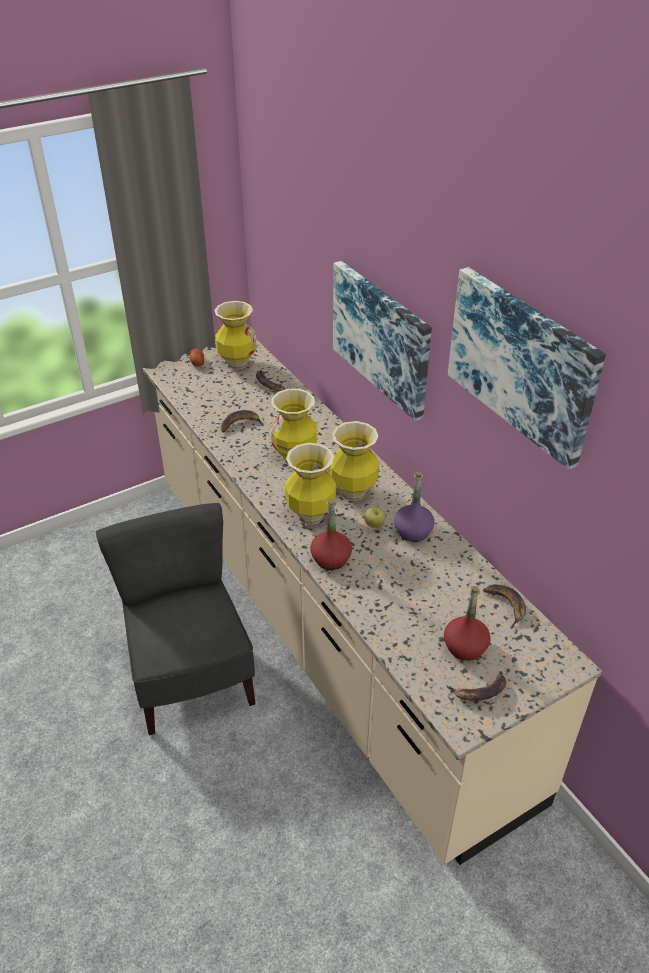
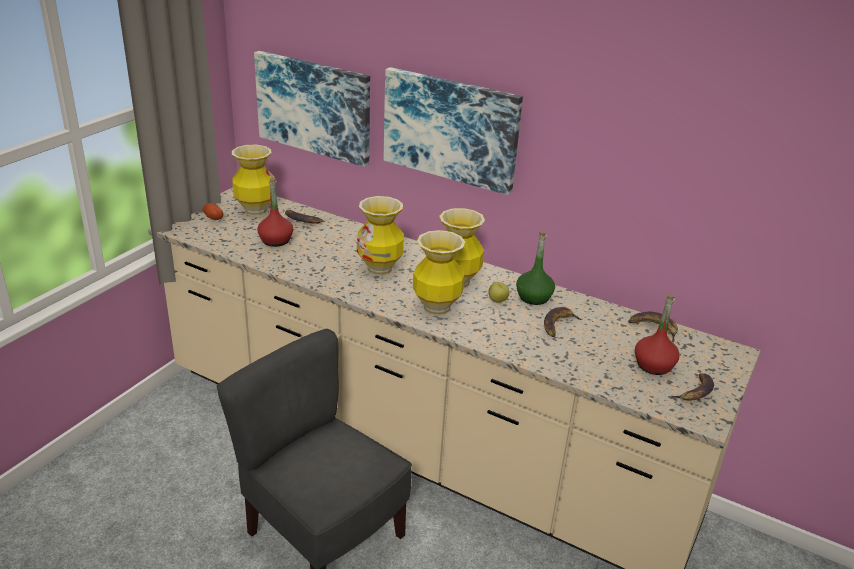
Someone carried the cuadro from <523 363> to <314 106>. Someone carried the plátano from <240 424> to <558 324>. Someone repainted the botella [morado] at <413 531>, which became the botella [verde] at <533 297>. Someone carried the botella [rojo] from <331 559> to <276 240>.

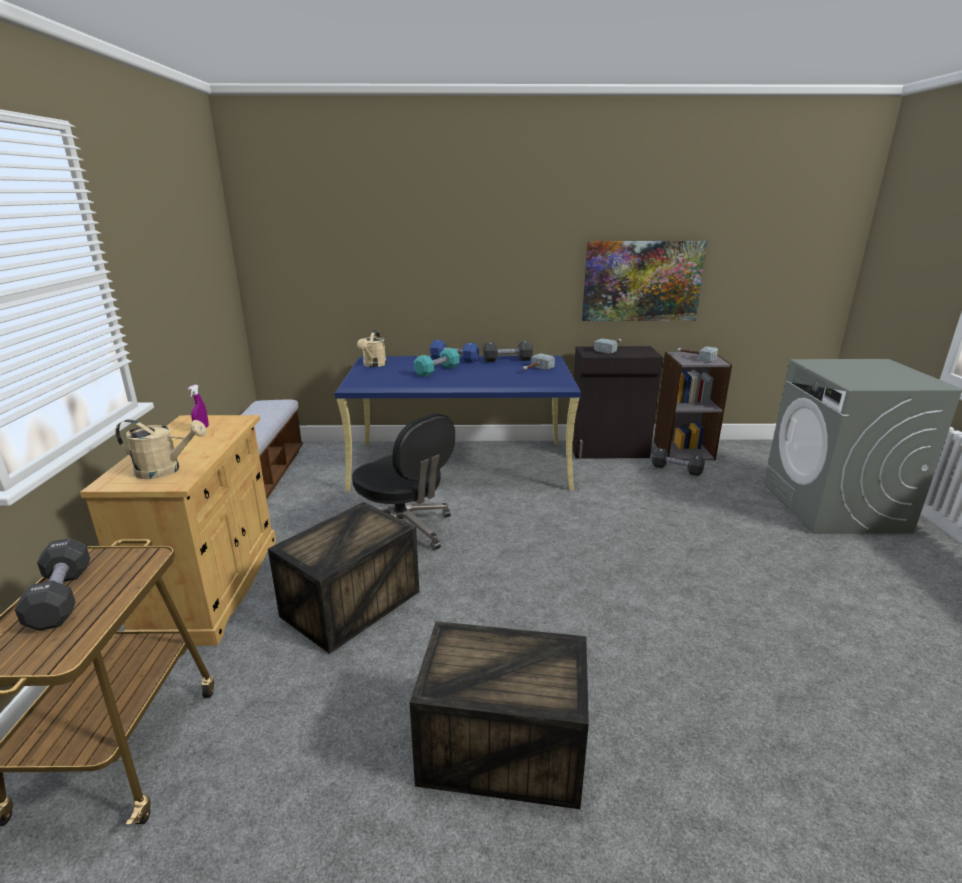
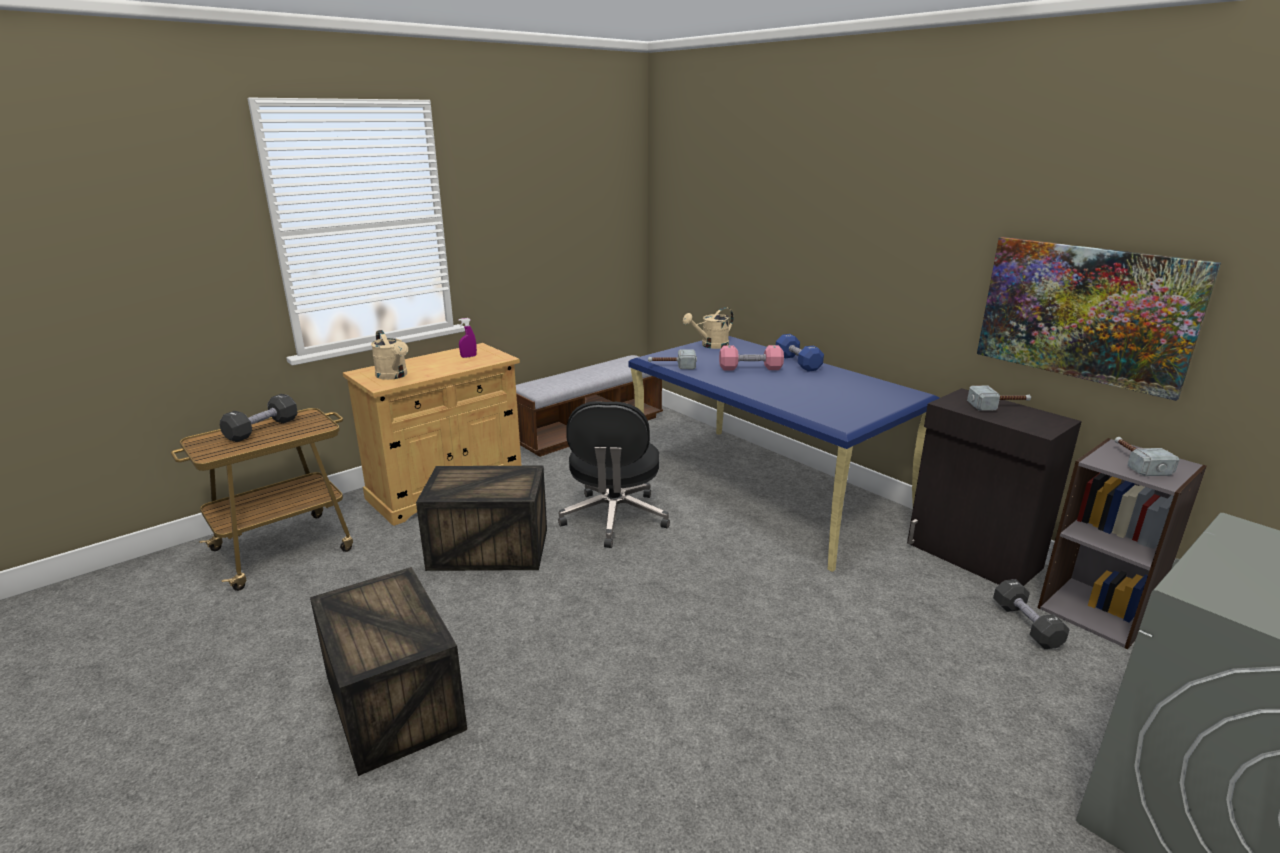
Someone took away the mancuerna [negro] at <507 360>. Someone repainted the mancuerna [turquesa] at <437 371>, which became the mancuerna [rosa] at <750 368>. Someone carried the martillo from <535 370> to <672 366>.

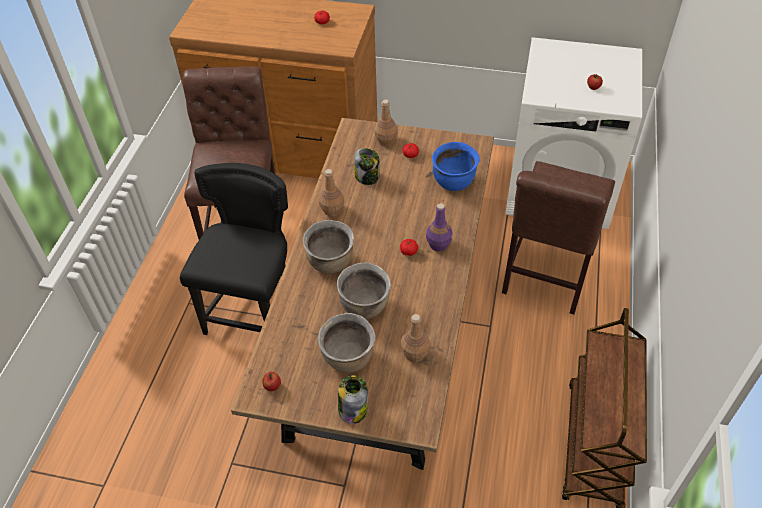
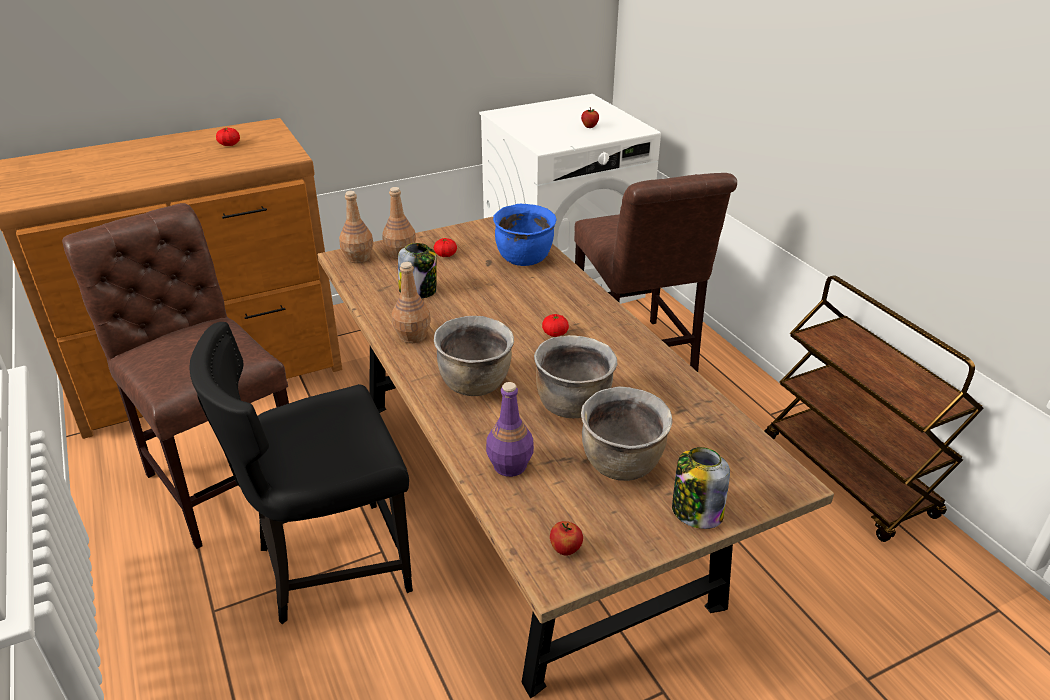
Someone rotated the silla [negro] at <255 311> by 90 degrees counterclockwise. Someone carried the botella [morado] from <438 244> to <509 465>. Someone carried the botella [marrón] from <415 353> to <358 257>.

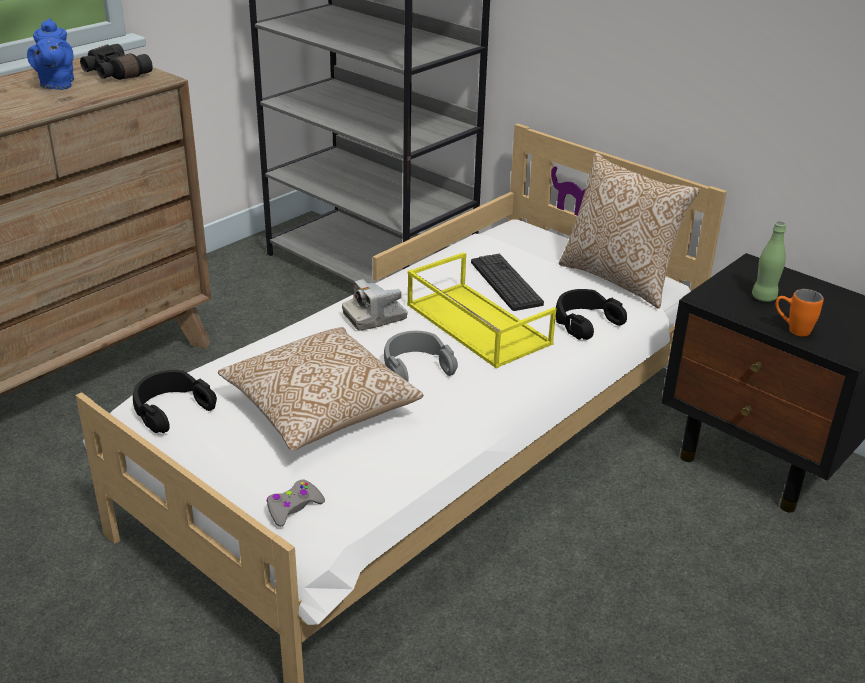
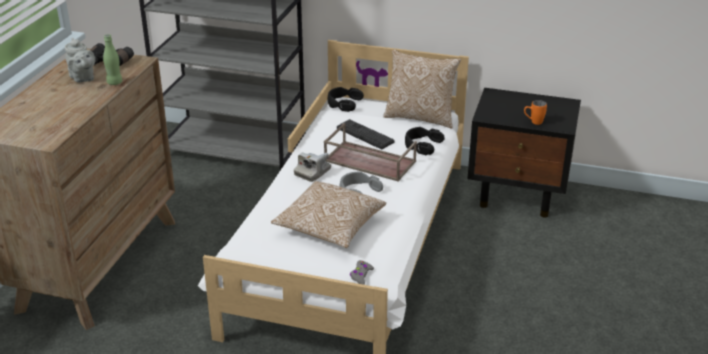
Someone repainted the tetera [azul] at <56 85>, which became the tetera [gris] at <82 78>. Someone carried the botella [verde] from <764 297> to <114 82>. Someone repainted the bandeja [amarillo] at <475 324>, which became the bandeja [marrón] at <368 161>. Someone carried the auriculares [negro] from <171 409> to <344 103>.

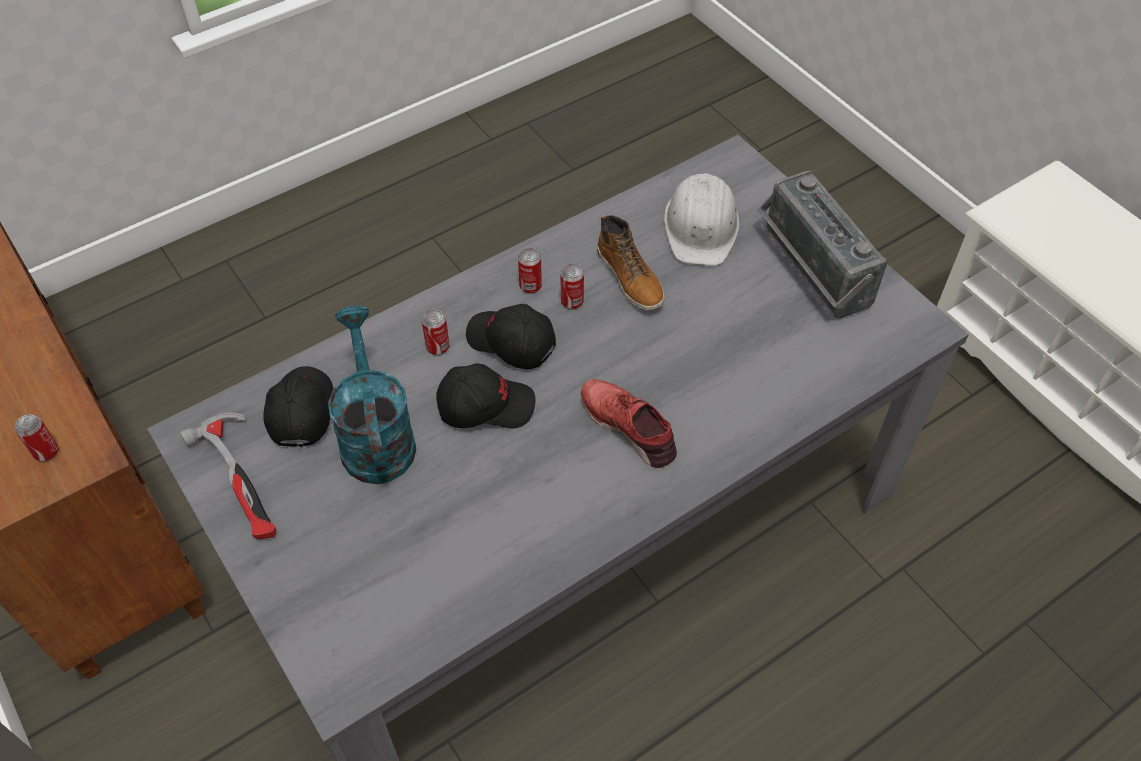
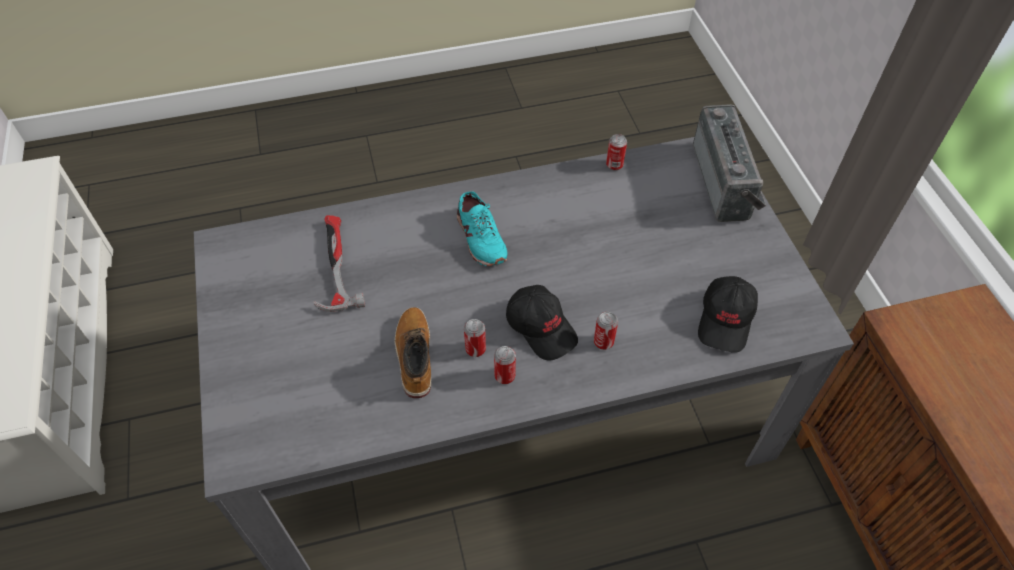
Someone carried the radio from <810 269> to <726 181>. Someone took away the casco [blanco] at <701 226>. Someone took away the regadera [turquesa] at <375 436>. Someone took away the gorra [negro] at <485 405>. Someone repainted the zapato [rojo] at <629 426>, which became the zapato [turquesa] at <480 238>. Someone carried the martillo from <242 479> to <335 265>. Someone carried the lata from <46 452> to <614 165>.

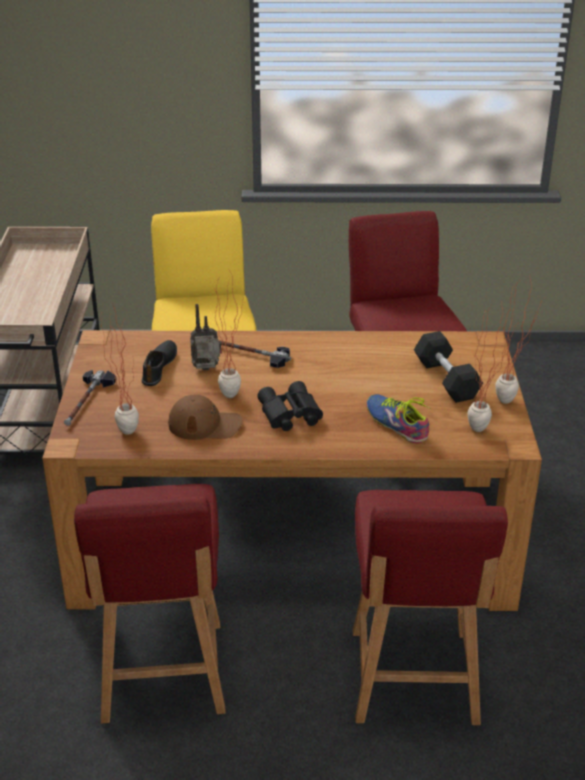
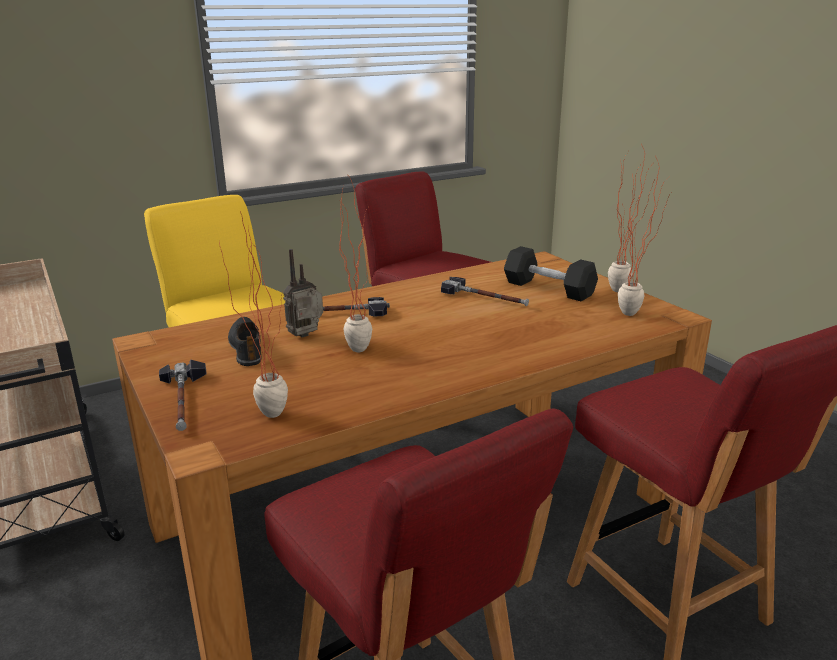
Someone took away the prismáticos [negro] at <289 415>. Someone took away the gorra [marrón] at <205 424>. Someone took away the zapato at <396 424>. Someone put down the martillo at <484 297>.

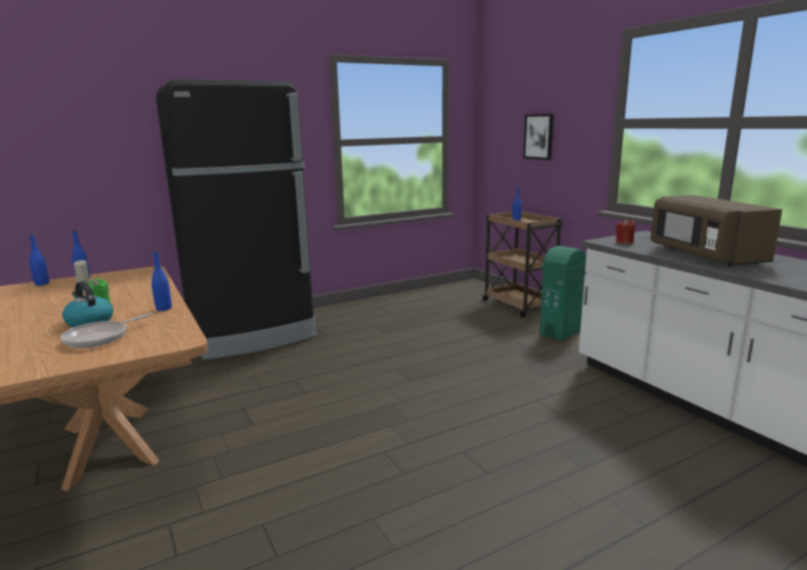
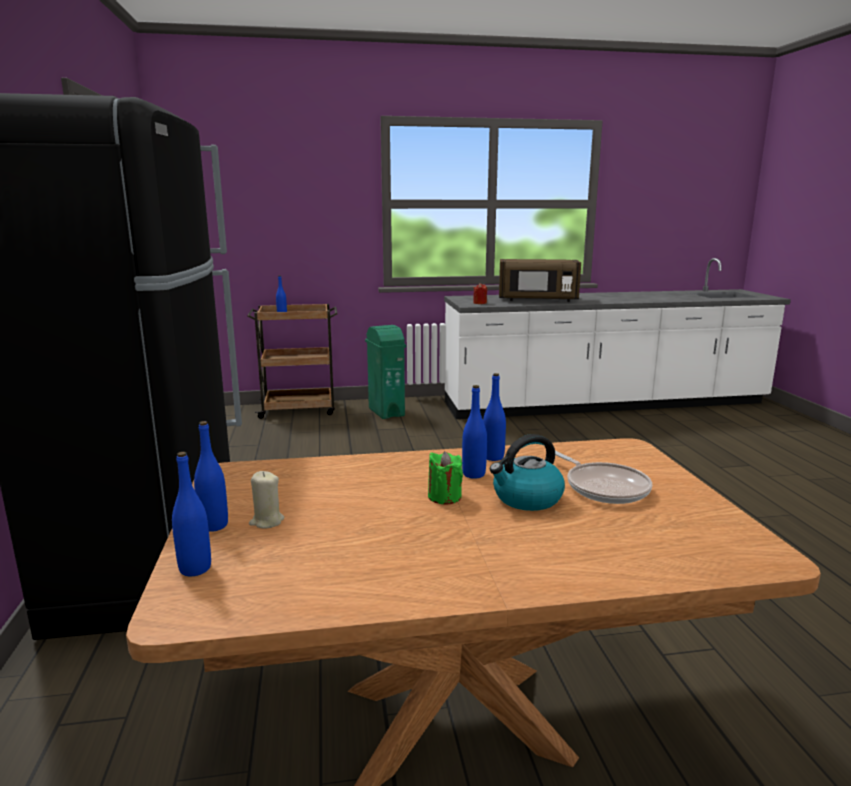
Someone took away the cuadro at <539 136>. Someone put down the botella [azul] at <473 474>.

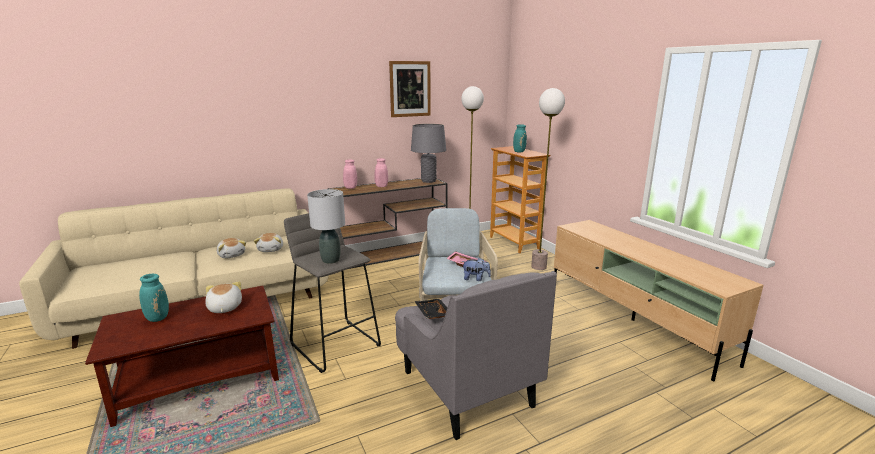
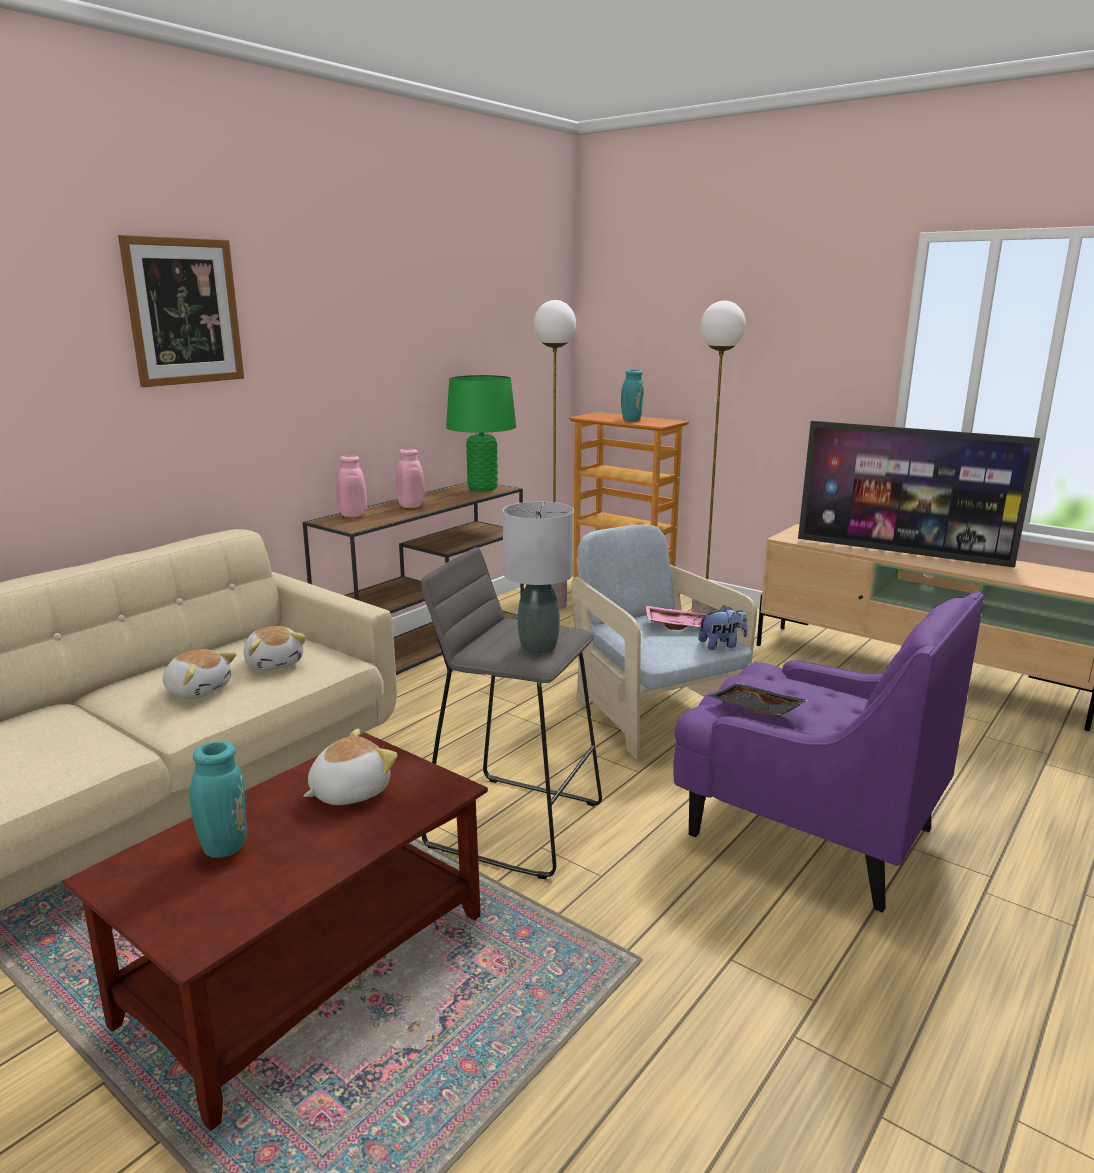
Someone carried the cuadro from <410 89> to <184 312>. Someone repainted the lámpara de mesa [gris] at <428 181>, which became the lámpara de mesa [verde] at <482 488>. Someone repainted the sillón [gris] at <465 387>, which became the sillón [morado] at <807 830>. Someone rotated the peluche at <224 308> by 90 degrees clockwise. Someone put down the televisor at <902 552>.

